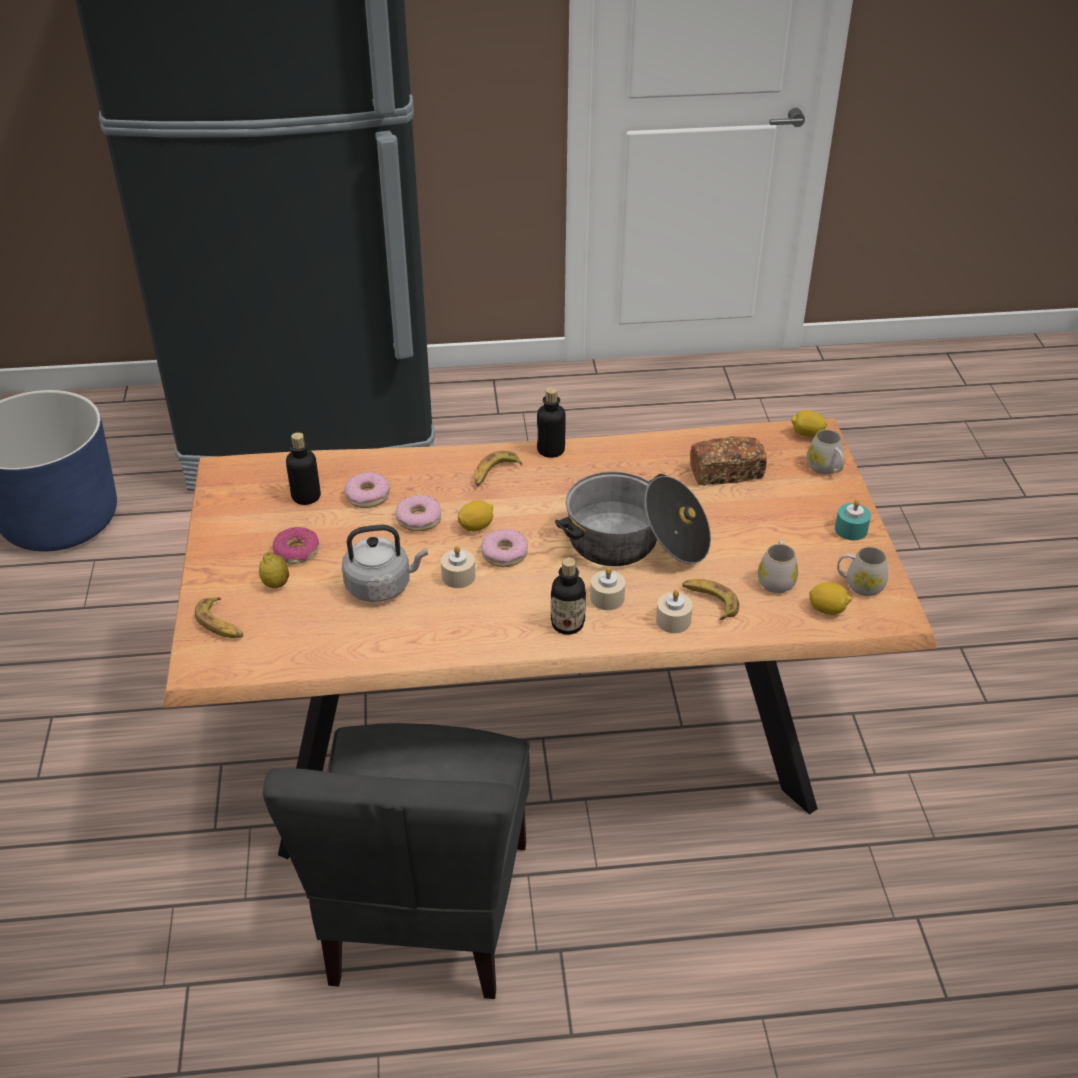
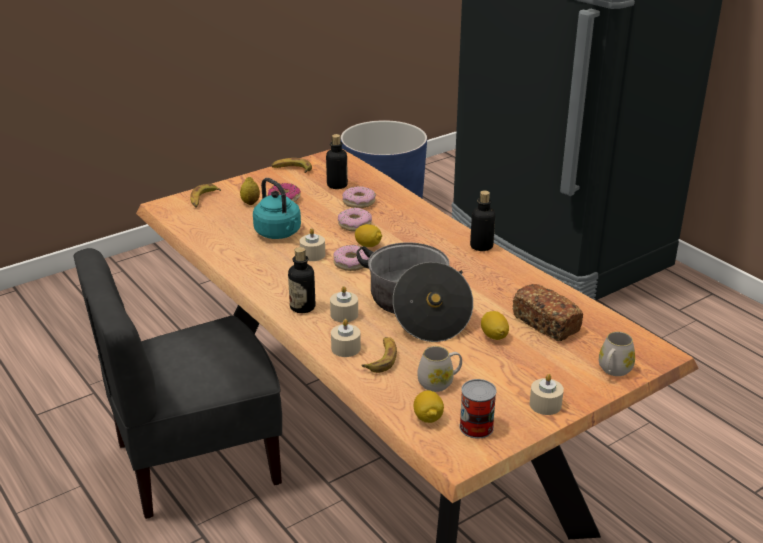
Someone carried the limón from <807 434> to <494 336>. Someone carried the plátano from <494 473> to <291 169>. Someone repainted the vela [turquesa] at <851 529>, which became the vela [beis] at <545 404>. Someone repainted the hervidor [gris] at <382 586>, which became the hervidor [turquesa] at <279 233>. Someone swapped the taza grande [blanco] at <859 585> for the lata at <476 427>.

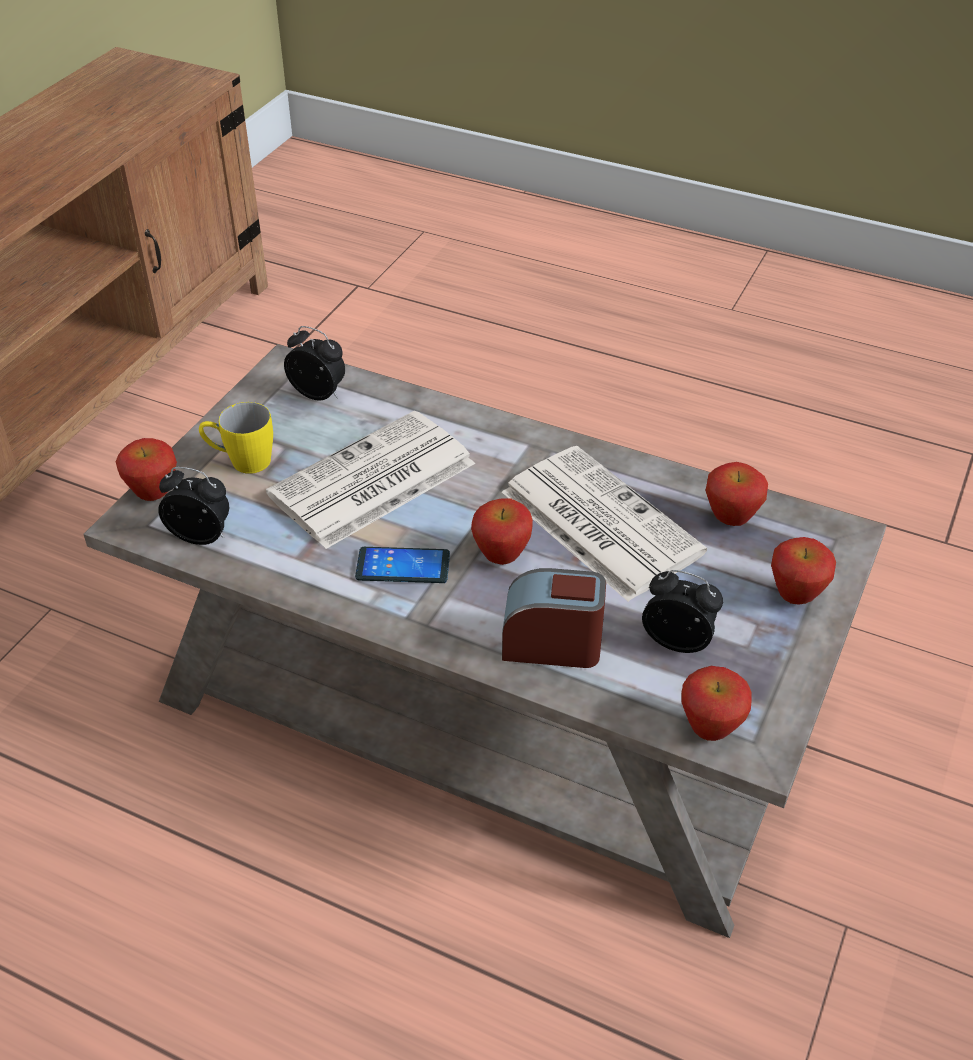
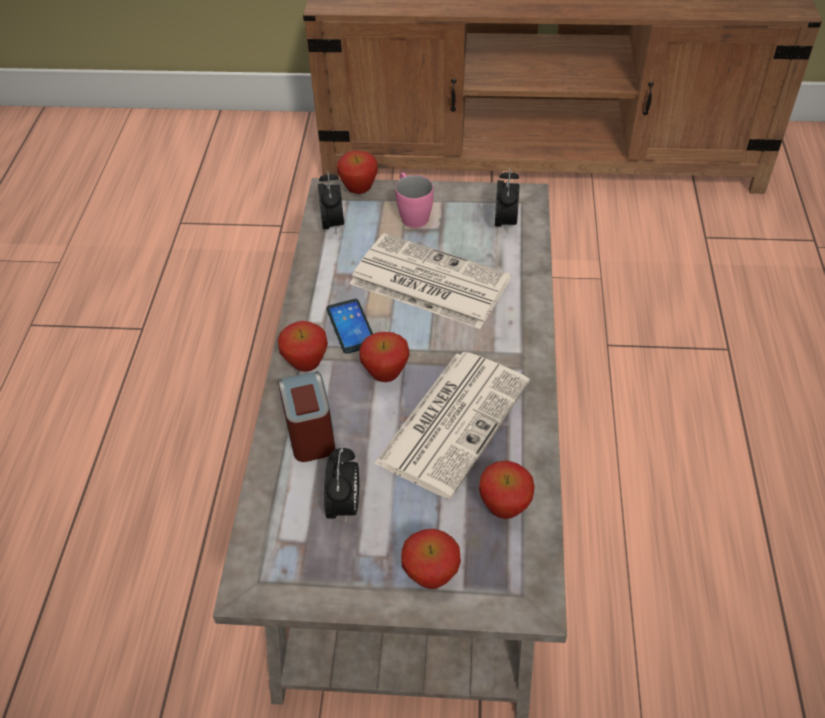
Someone repainted the taza grande [amarillo] at <241 461>, which became the taza grande [rosa] at <412 214>. Someone carried the manzana from <710 730> to <306 365>.

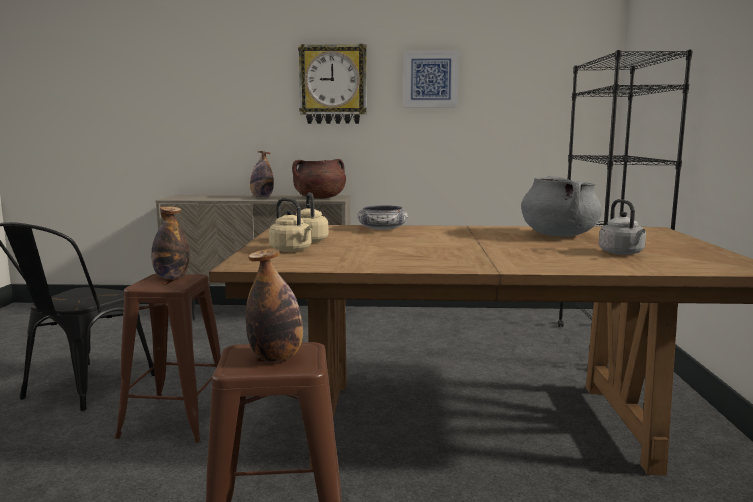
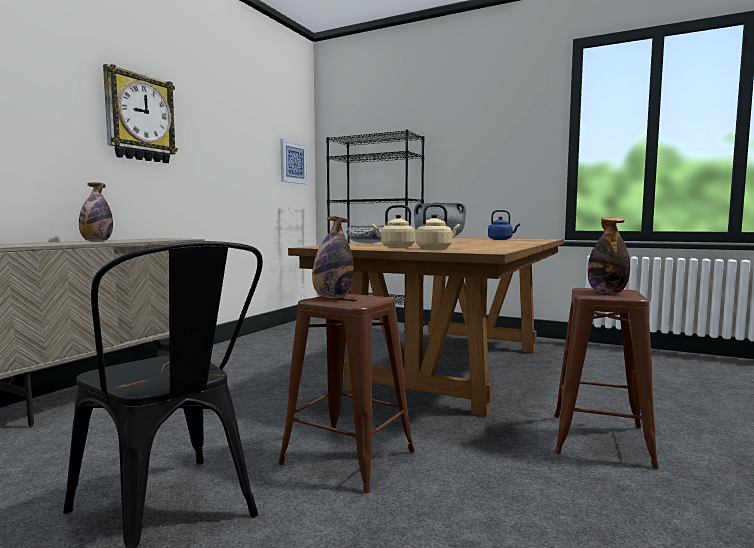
Someone carried the cuadro from <430 79> to <293 162>. Someone took away the olla [marrón] at <319 198>. Someone repainted the hervidor [gris] at <622 253>, which became the hervidor [azul] at <501 239>.

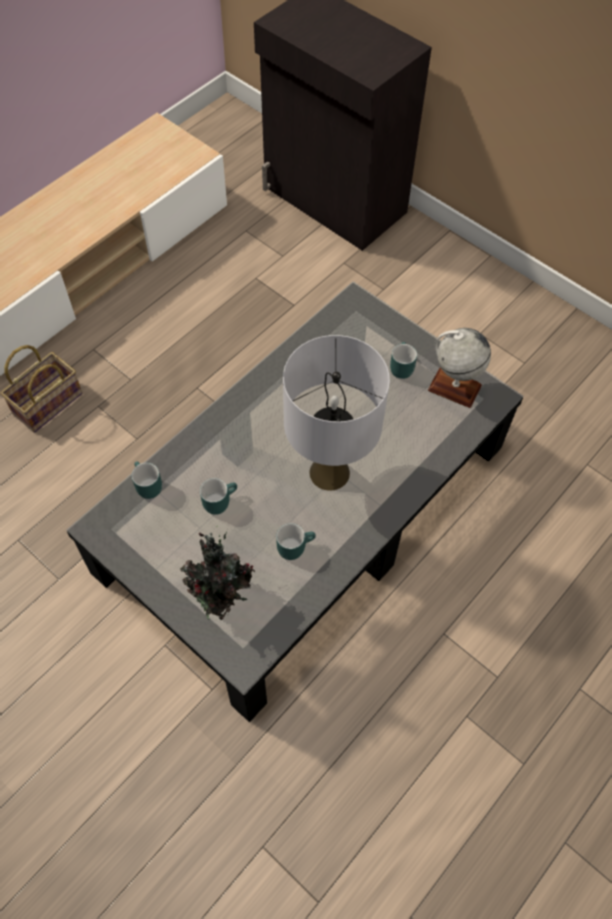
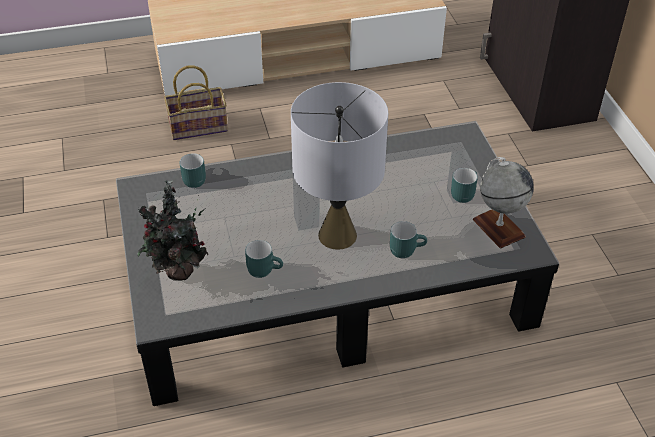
Someone carried the taza grande [turquesa] from <219 500> to <406 249>.

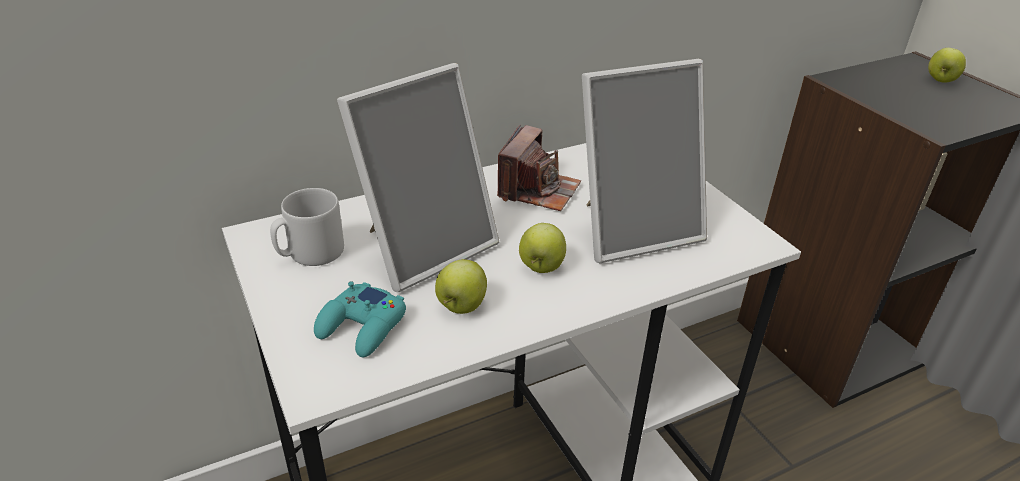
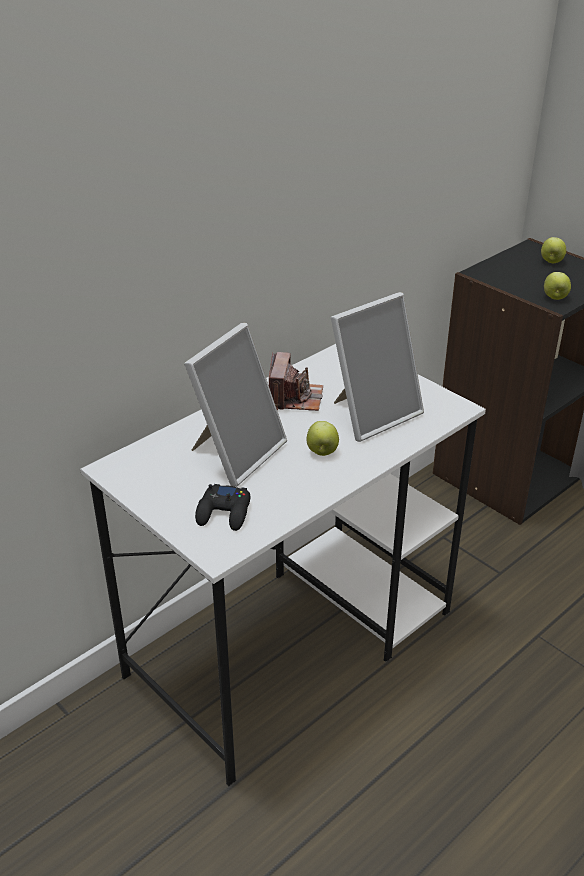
Someone took away the taza grande [gris] at <310 253>. Someone carried the manzana from <461 306> to <555 297>. Someone repainted the mando de consola [turquesa] at <362 327>, which became the mando de consola [negro] at <224 513>.

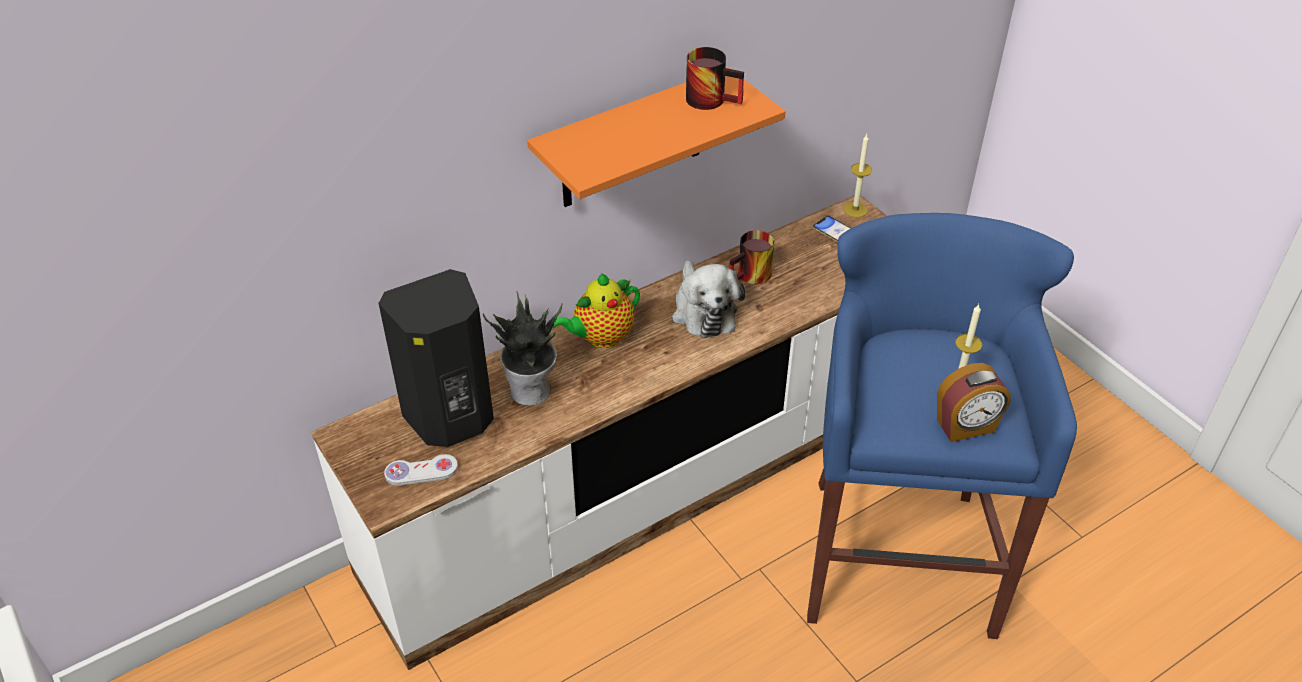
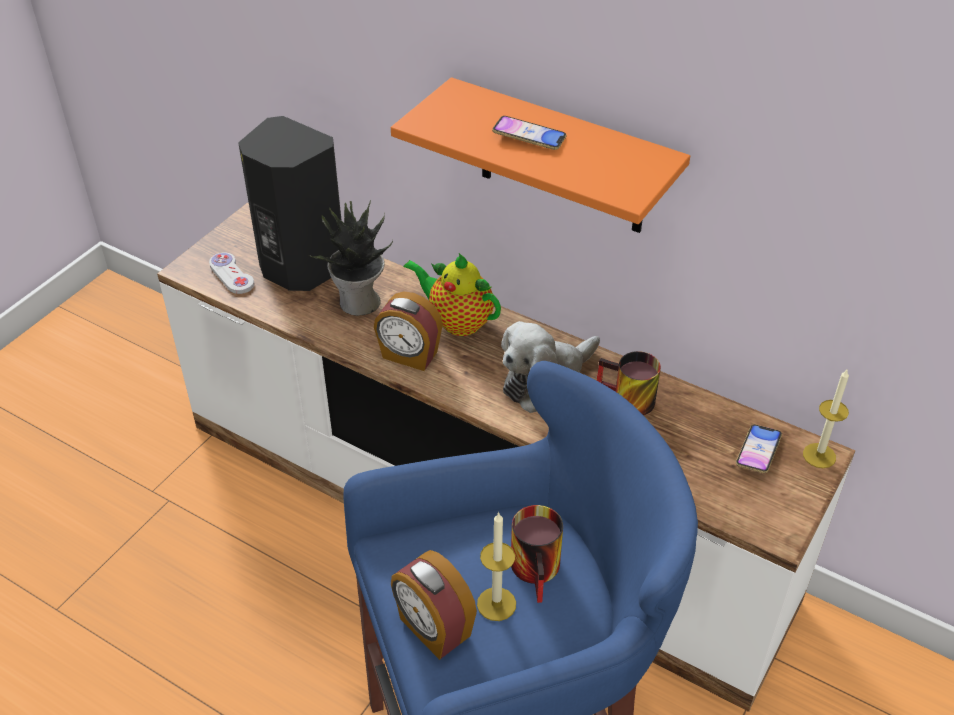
Someone carried the taza grande from <713 98> to <540 570>. Someone put down the móvil at <529 137>. Someone put down the despertador at <409 356>.

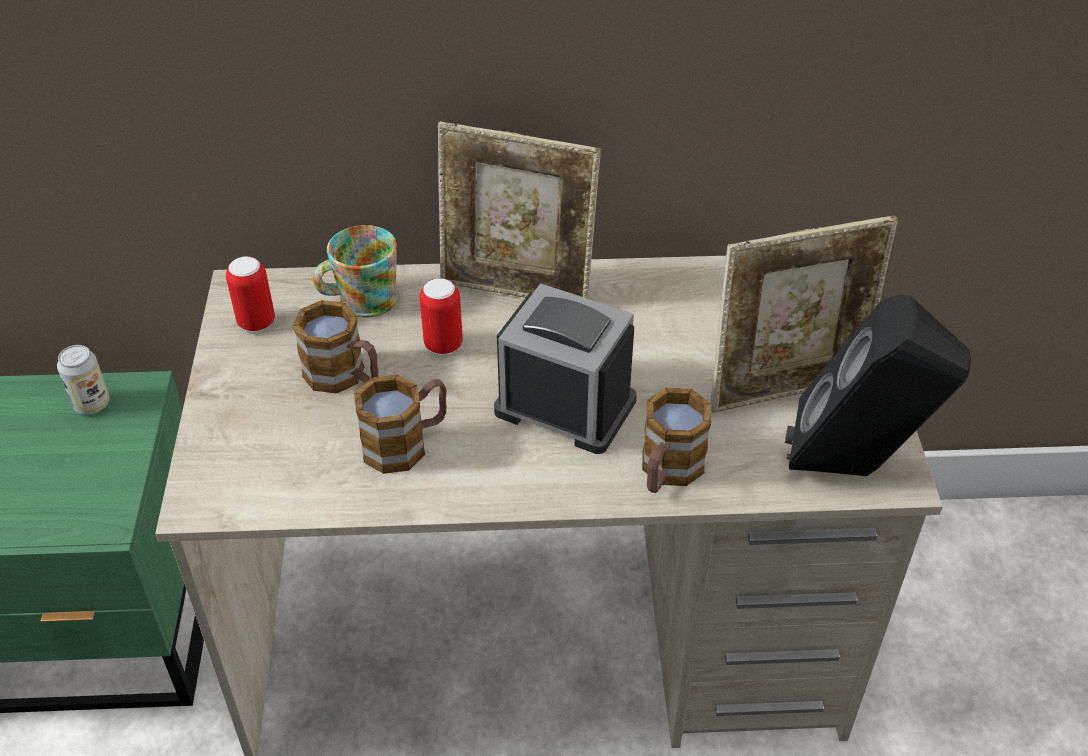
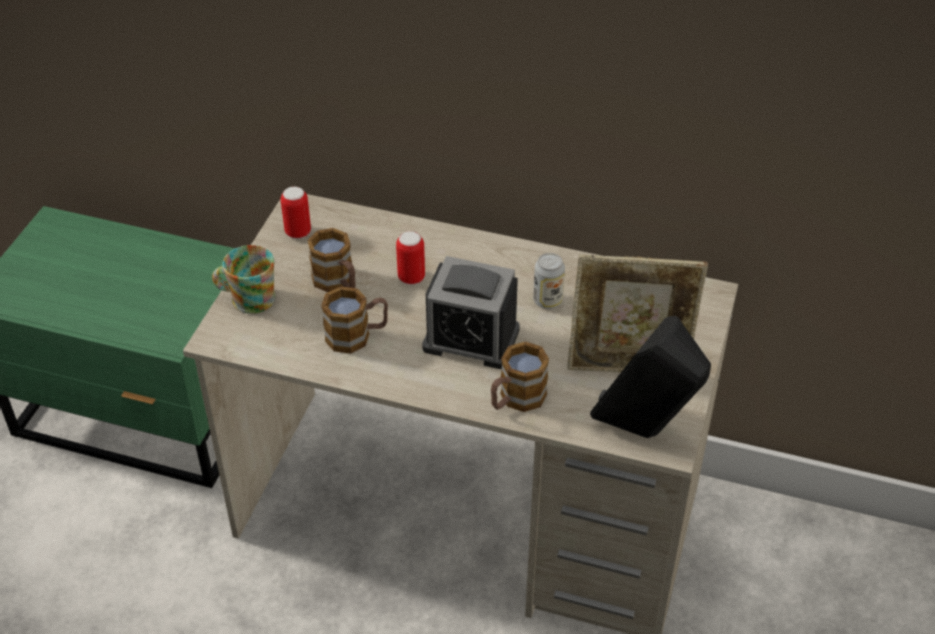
Someone took away the portarretratos at <517 290>. Someone carried the taza grande from <359 300> to <247 298>. Someone rotated the despertador at <565 406> by 150 degrees clockwise. Someone carried the lata from <92 404> to <547 301>.

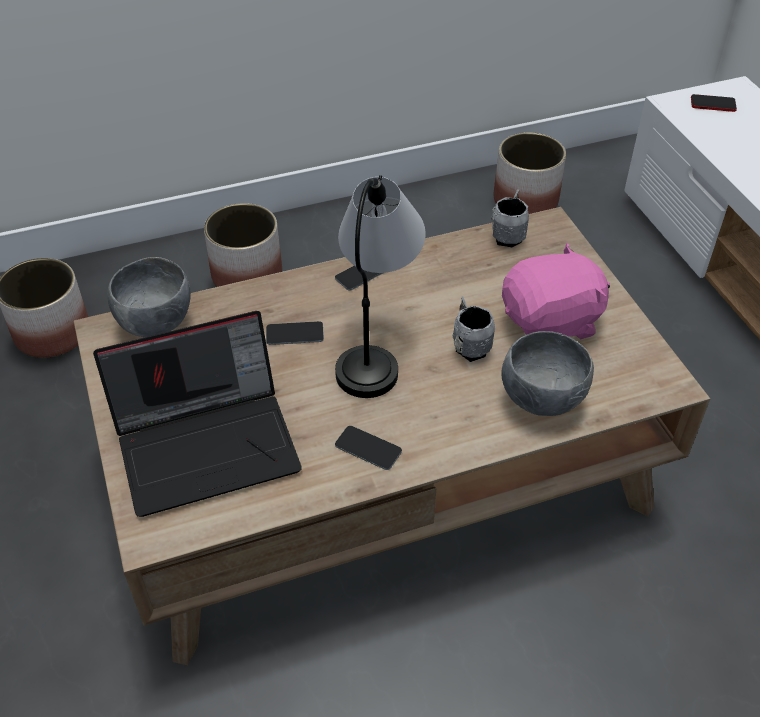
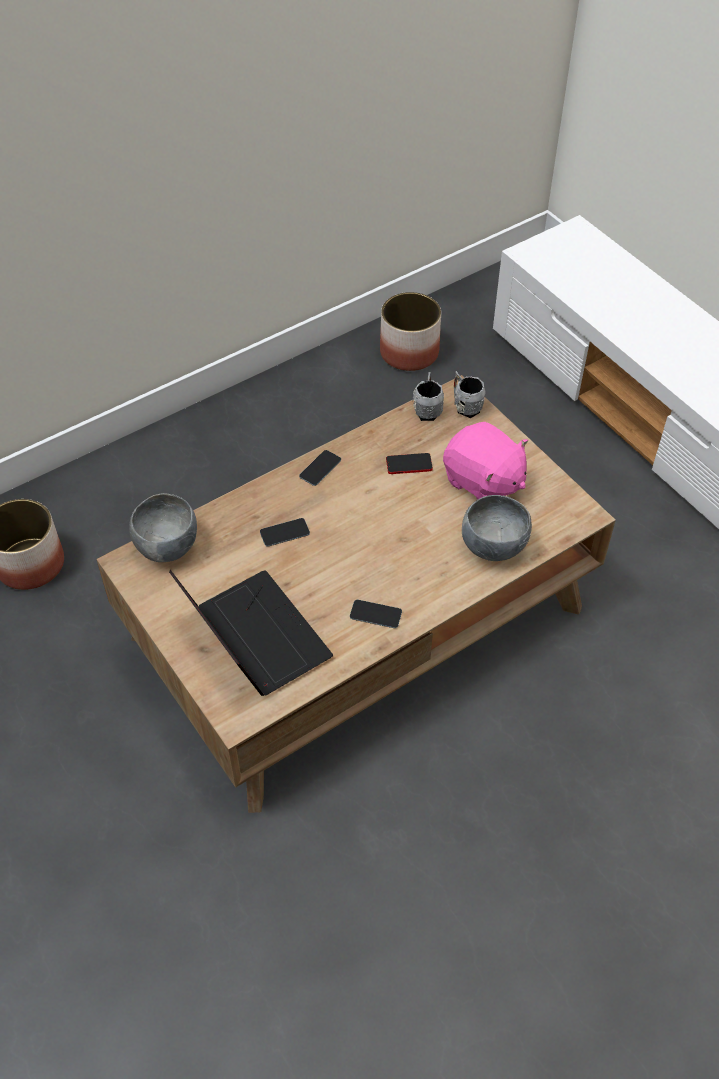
Someone carried the móvil from <713 104> to <409 464>. Someone took away the lámpara de mesa at <377 343>. Someone took away the maceta at <247 275>. Someone rotated the peluche [rosa] at <551 323> by 75 degrees clockwise. Someone carried the taza grande [gris] from <469 345> to <465 406>. Someone rotated the portátil at <209 443> by 90 degrees counterclockwise.

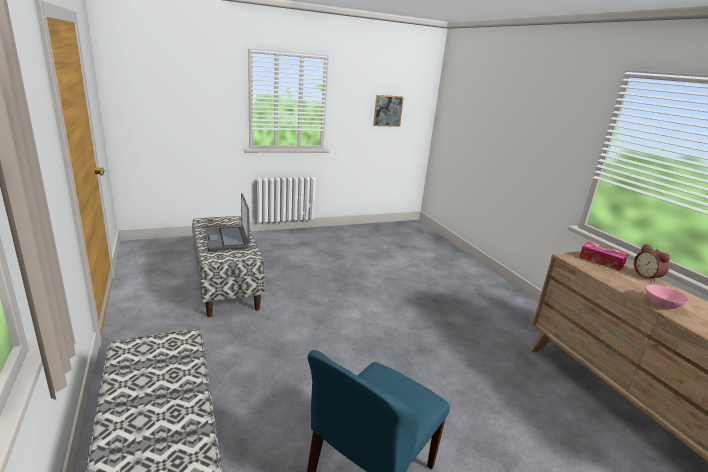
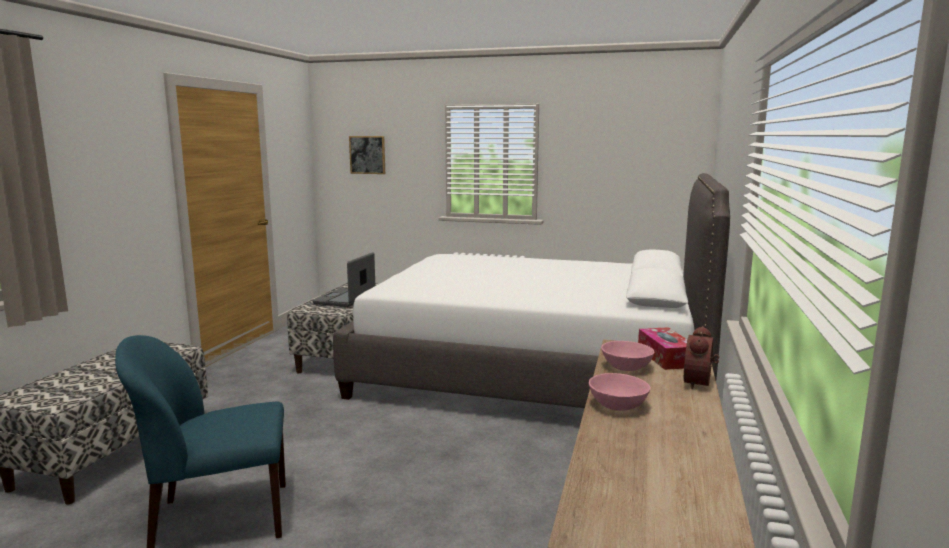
Someone carried the cuadro from <387 111> to <367 155>. Someone put down the cama [blanco] at <534 373>. Someone put down the cuenco [rosa] at <626 367>.

